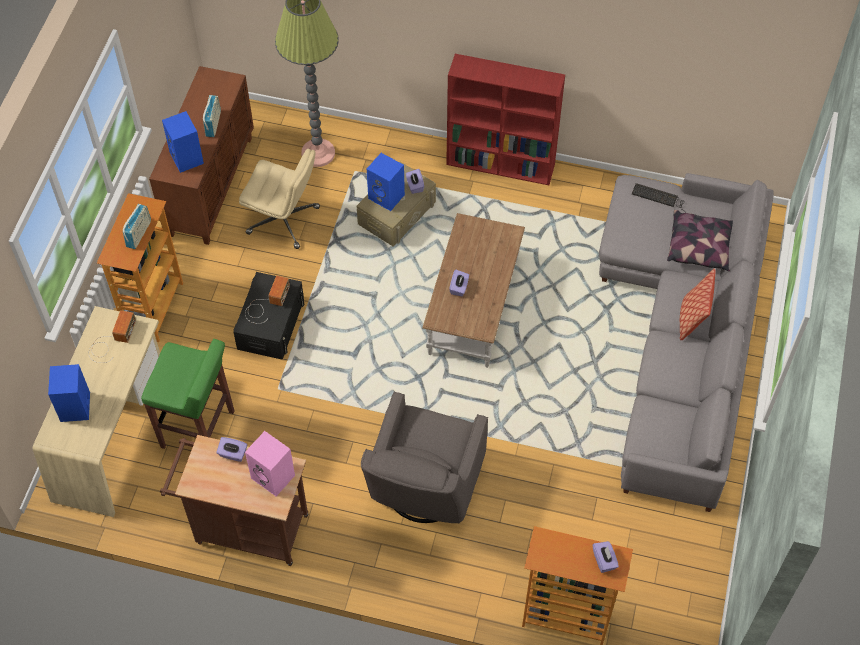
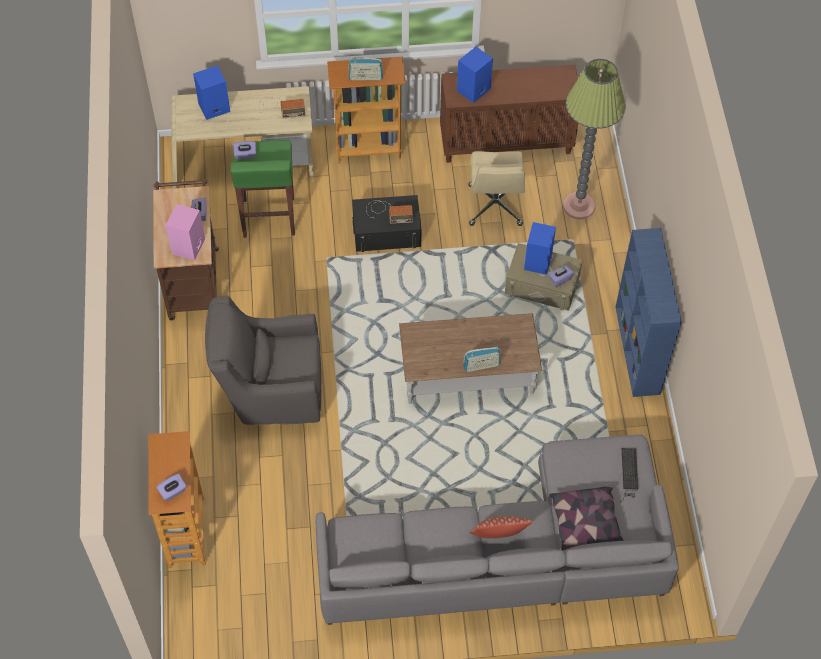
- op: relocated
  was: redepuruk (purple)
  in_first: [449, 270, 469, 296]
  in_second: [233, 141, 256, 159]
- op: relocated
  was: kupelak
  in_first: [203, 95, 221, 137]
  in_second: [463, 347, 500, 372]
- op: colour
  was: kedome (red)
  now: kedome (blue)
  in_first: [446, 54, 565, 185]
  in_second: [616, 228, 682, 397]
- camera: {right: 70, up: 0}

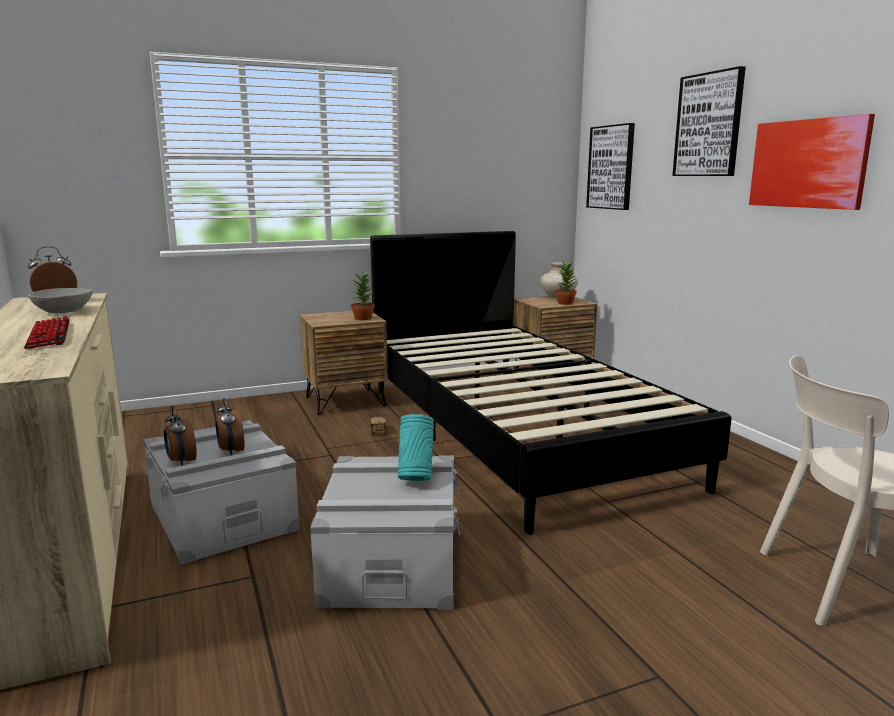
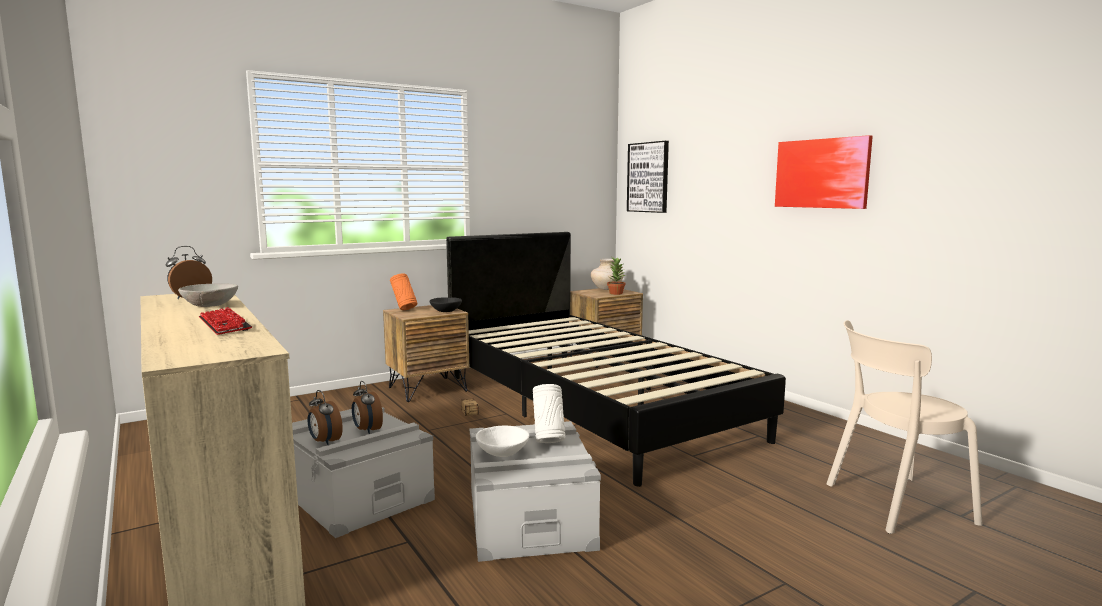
- op: appeared
  now: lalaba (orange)
  in_second: [390, 273, 418, 310]
- op: exchanged
  was: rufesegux
  now: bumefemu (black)
  in_first: [351, 270, 375, 320]
  in_second: [430, 297, 462, 312]
- op: appeared
  now: bumefemu (white)
  in_second: [476, 426, 529, 457]
- op: colour
  was: lalaba (turquoise)
  now: lalaba (white)
  in_first: [398, 414, 434, 481]
  in_second: [533, 384, 565, 443]
- op: missing
  was: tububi
  in_first: [672, 66, 746, 176]
- camera: {right: -10, up: -5}

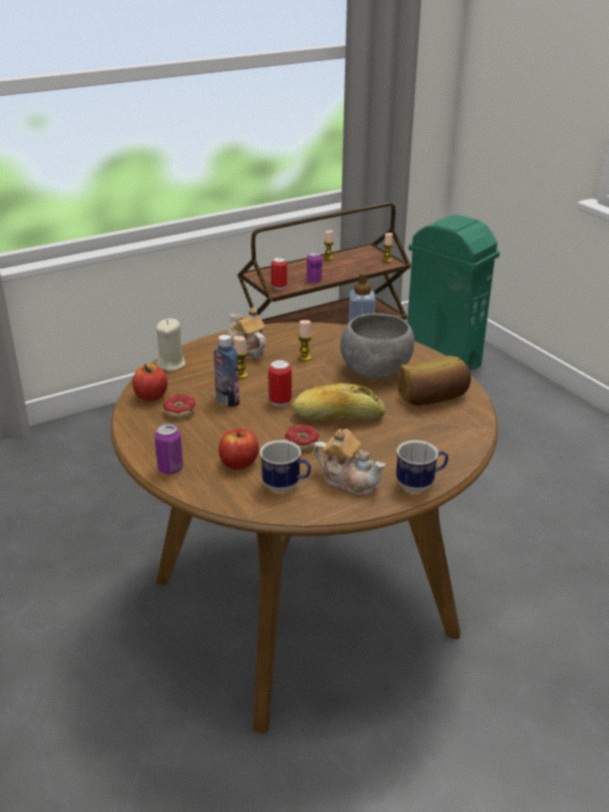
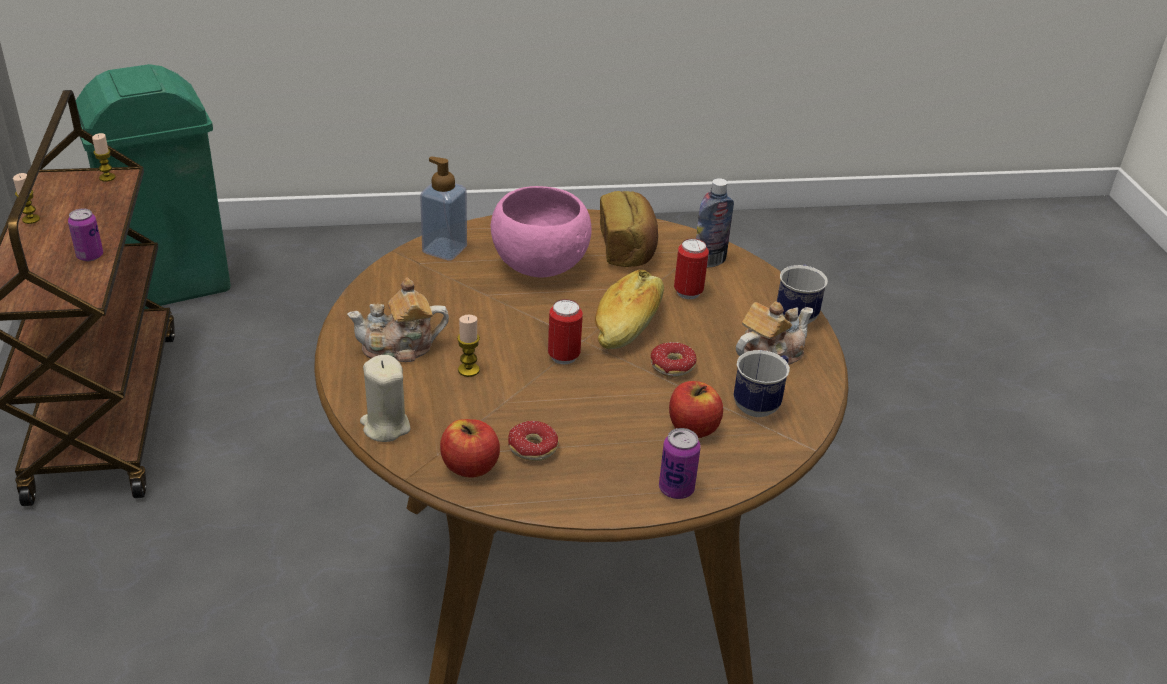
- op: colour
  was: bumefemu (grey)
  now: bumefemu (pink)
  in_first: [340, 313, 414, 379]
  in_second: [491, 186, 592, 278]
- op: relocated
  was: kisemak
  in_first: [271, 257, 287, 290]
  in_second: [674, 238, 709, 299]
- op: relocated
  was: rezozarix
  in_first: [214, 335, 239, 407]
  in_second: [696, 178, 734, 267]
- op: missing
  was: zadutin
  in_first: [298, 320, 312, 361]
- camera: {right: -70, up: 5}

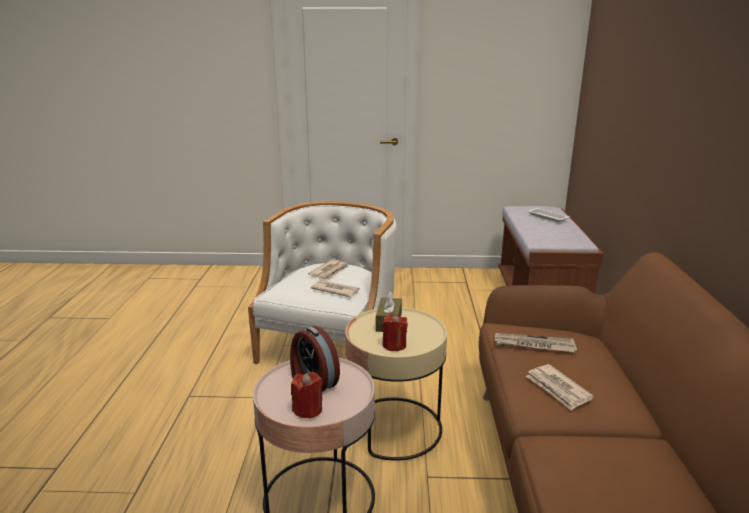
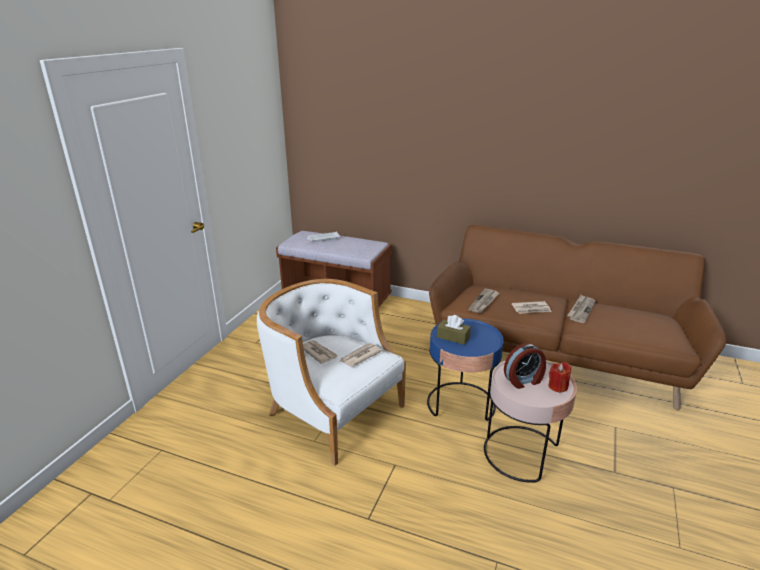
- op: colour
  was: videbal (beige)
  now: videbal (blue)
  in_first: [345, 307, 447, 461]
  in_second: [427, 318, 503, 421]
- op: appeared
  now: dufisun
  in_second: [567, 295, 595, 323]
- op: missing
  was: zadutin (red)
  in_first: [382, 313, 408, 351]
- camera: {right: -70, up: 5}

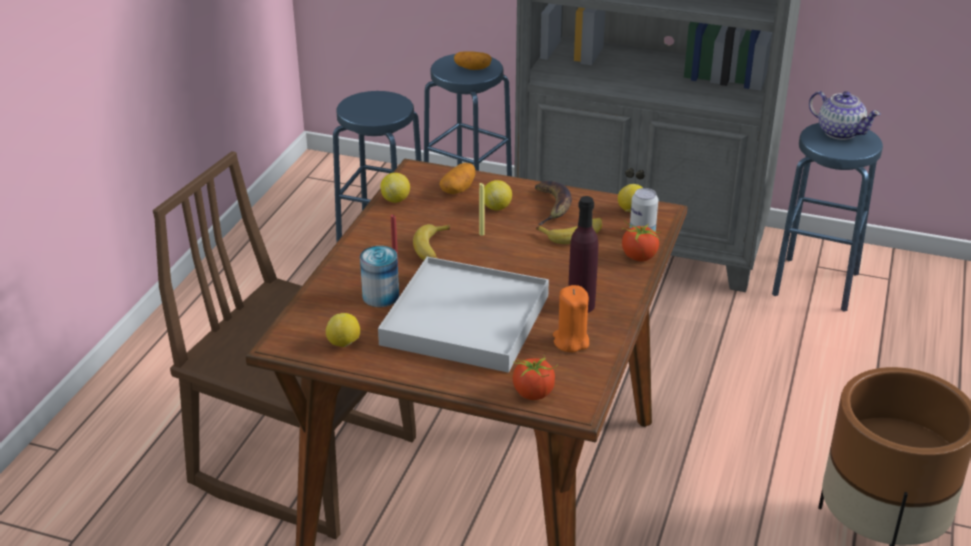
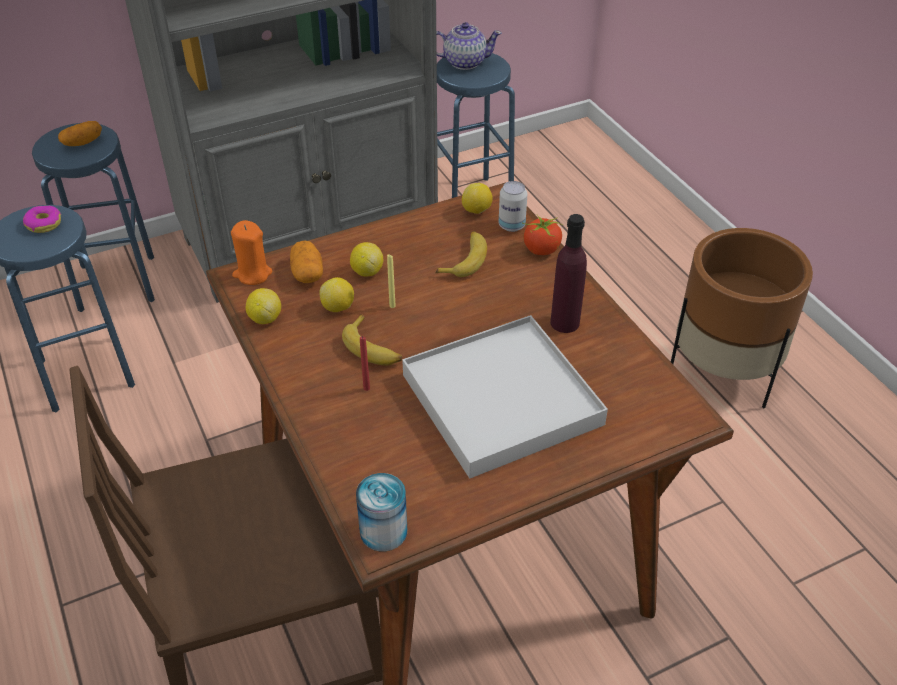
- op: appeared
  now: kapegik
  in_second: [23, 206, 61, 233]
- op: relocated
  was: zadutin (orange)
  in_first: [553, 285, 589, 352]
  in_second: [231, 220, 273, 285]
- op: relocated
  was: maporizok
  in_first: [326, 313, 360, 347]
  in_second: [319, 277, 354, 312]
- op: relocated
  was: kisemak
  in_first: [360, 246, 399, 307]
  in_second: [356, 473, 407, 551]
- op: missing
  was: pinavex
  in_first: [513, 355, 558, 400]
- op: missing
  was: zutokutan
  in_first: [535, 181, 572, 225]
- camera: {right: -45, up: 10}

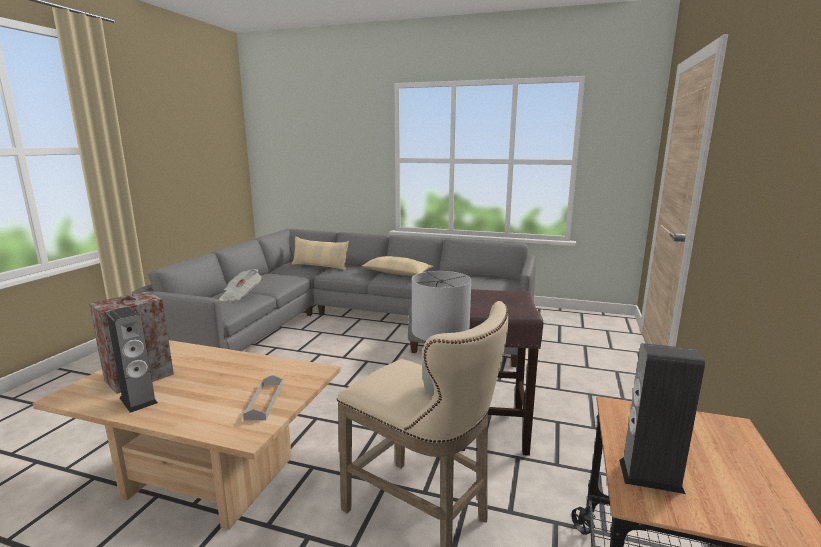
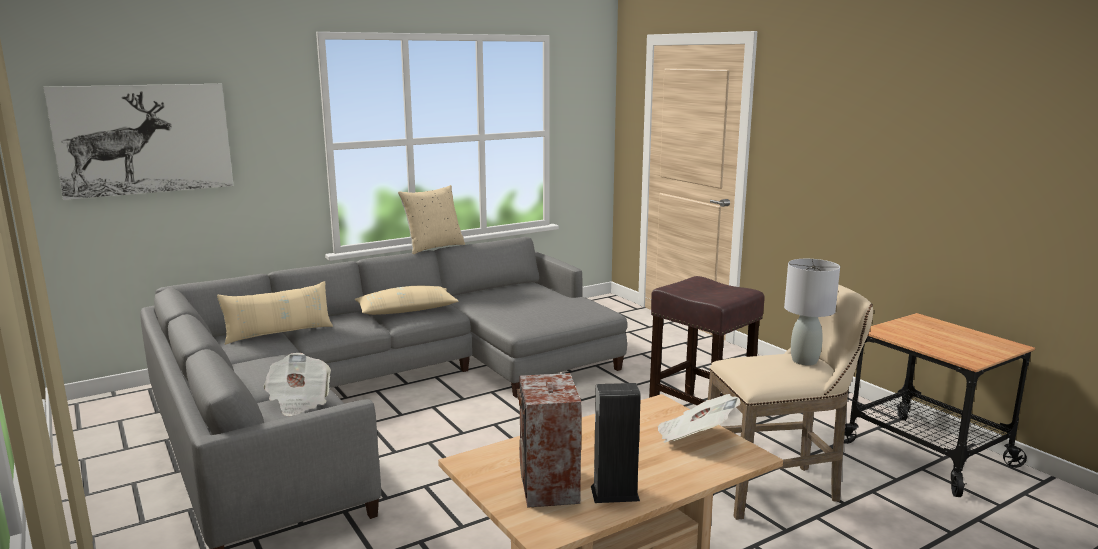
- op: appeared
  now: tububi
  in_second: [44, 84, 233, 200]
- op: appeared
  now: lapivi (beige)
  in_second: [398, 185, 465, 254]
- op: exchanged
  was: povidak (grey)
  now: dufisun
  in_first: [243, 375, 283, 420]
  in_second: [657, 394, 740, 443]
- op: missing
  was: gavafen
  in_first: [619, 343, 705, 494]
- camera: {right: -50, up: 0}

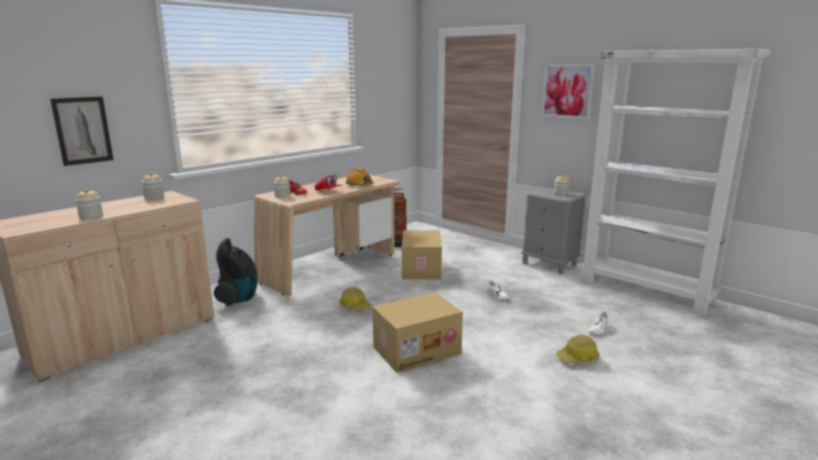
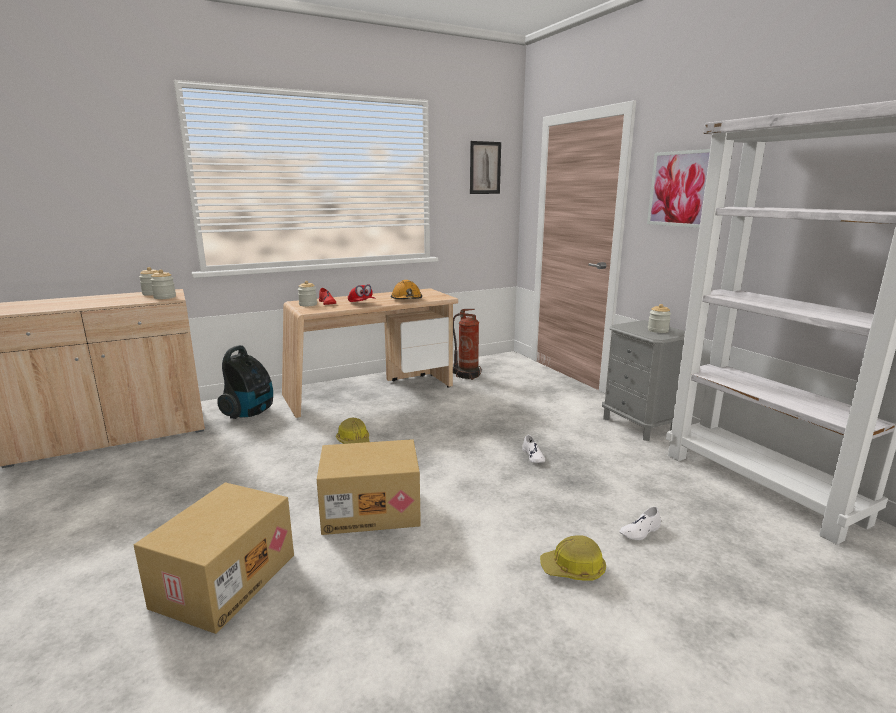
- op: relocated
  was: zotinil
  in_first: [402, 230, 442, 279]
  in_second: [134, 482, 294, 634]
- op: relocated
  was: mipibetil
  in_first: [75, 189, 103, 220]
  in_second: [150, 270, 176, 299]
- op: relocated
  was: tububi
  in_first: [50, 96, 113, 166]
  in_second: [470, 141, 501, 194]
- camera: {right: 20, up: 0}

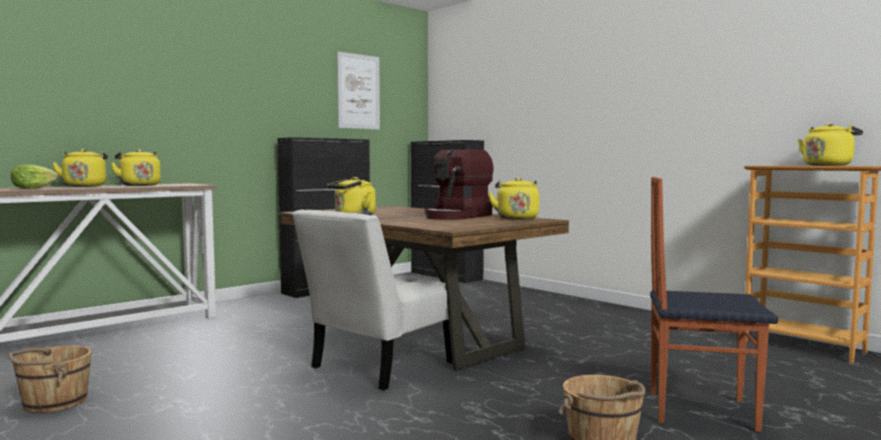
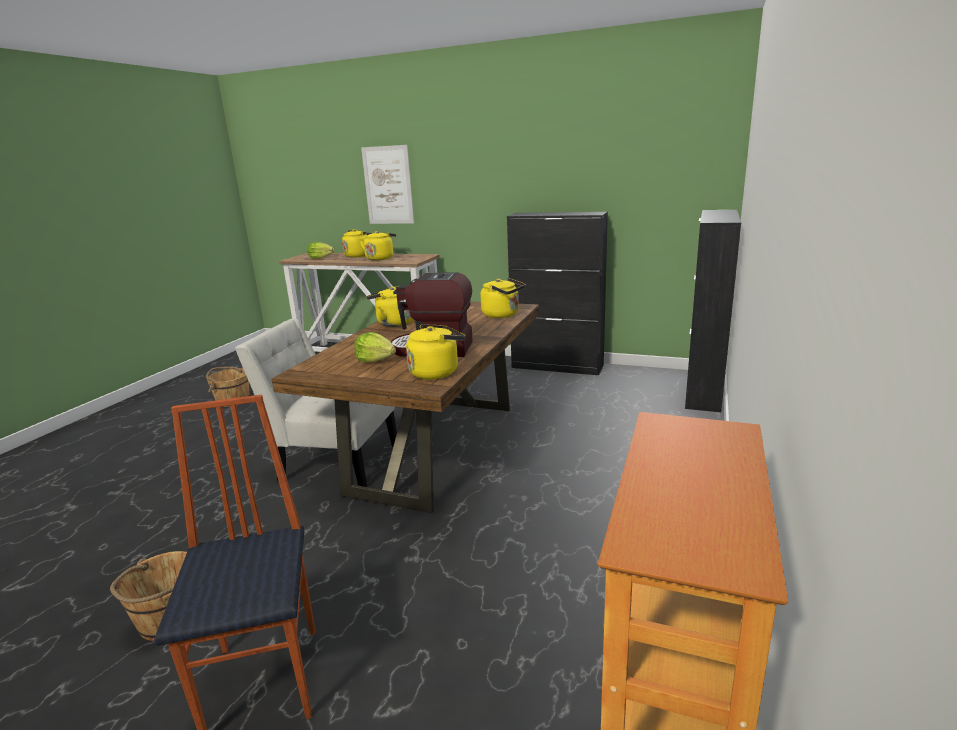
- op: appeared
  now: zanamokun
  in_second: [354, 332, 396, 362]
- op: relocated
  was: tububi
  in_first: [337, 52, 380, 130]
  in_second: [361, 145, 414, 224]
- op: relocated
  was: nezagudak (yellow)
  in_first: [798, 123, 863, 166]
  in_second: [480, 278, 525, 318]
- camera: {right: 65, up: 15}

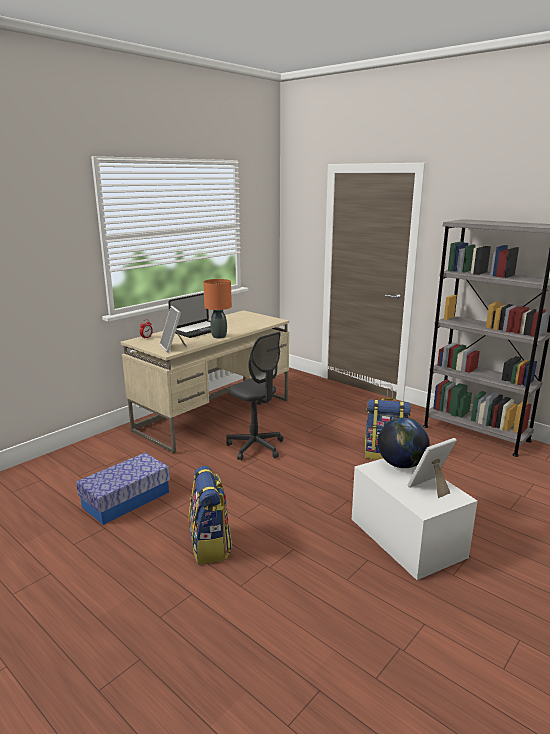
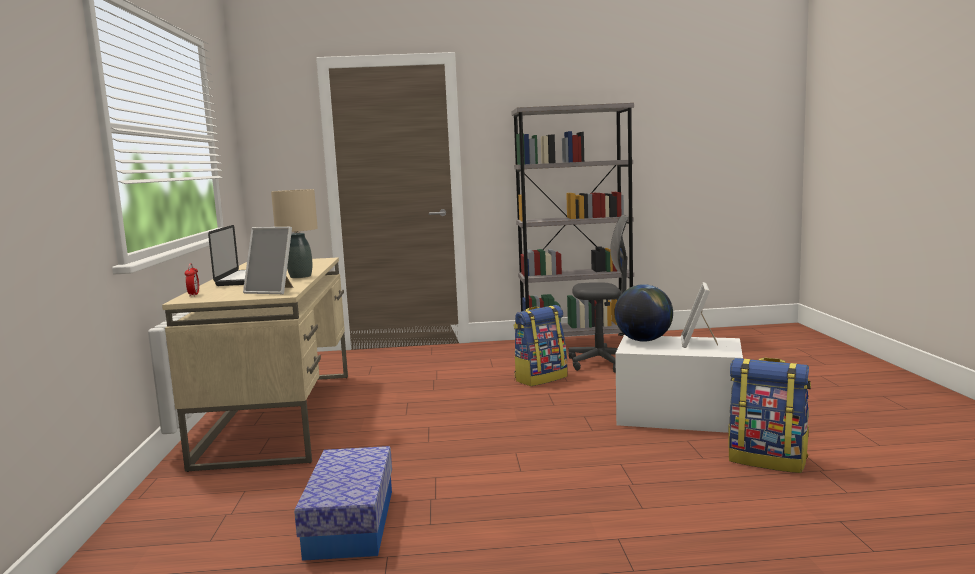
- op: colour
  was: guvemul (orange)
  now: guvemul (beige)
  in_first: [203, 279, 232, 339]
  in_second: [271, 189, 318, 278]
- op: relocated
  was: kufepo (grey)
  in_first: [226, 332, 283, 461]
  in_second: [568, 215, 628, 373]
- op: relocated
  was: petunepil
  in_first: [189, 466, 232, 565]
  in_second: [728, 358, 811, 473]
- camera: {right: -45, up: -10}

